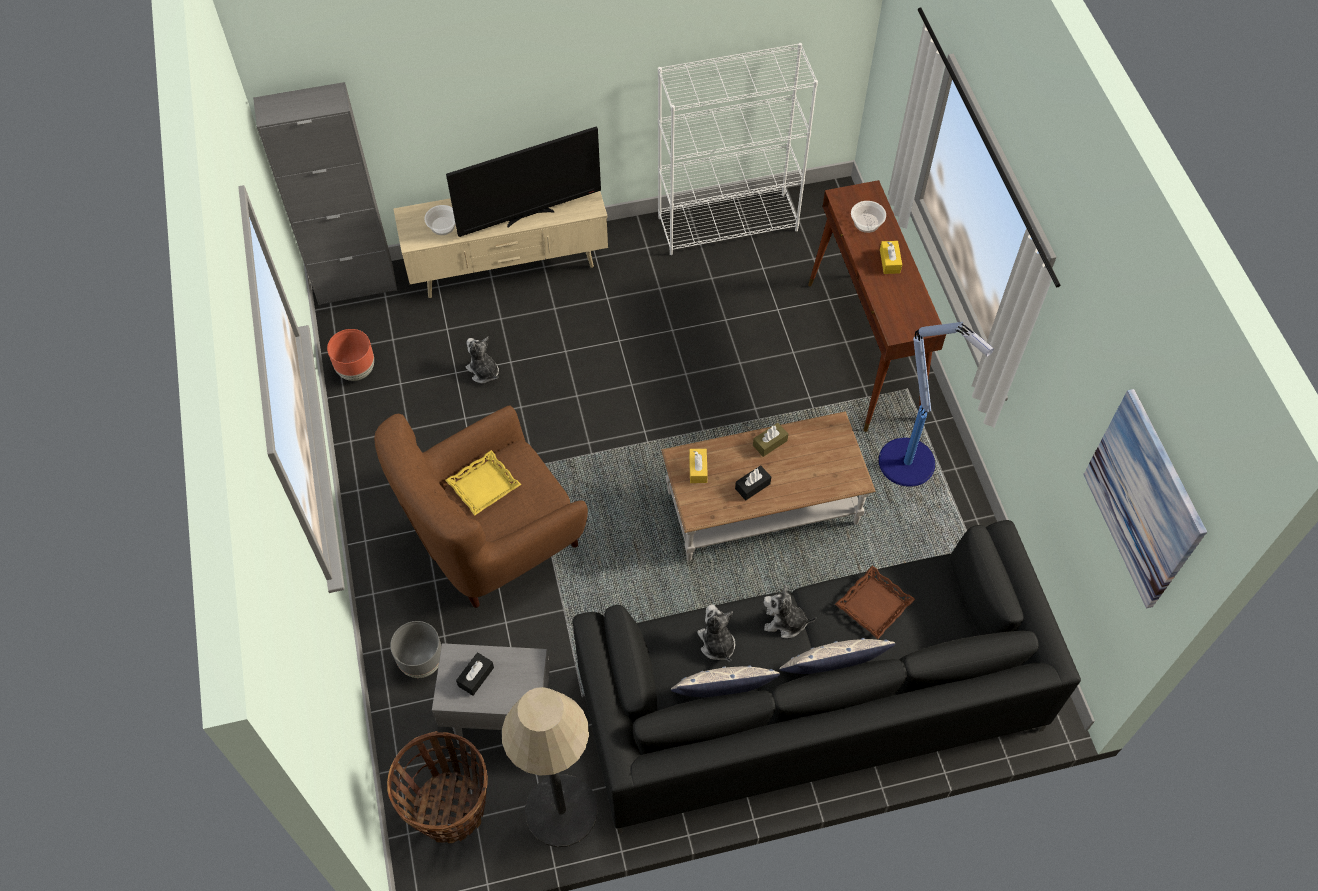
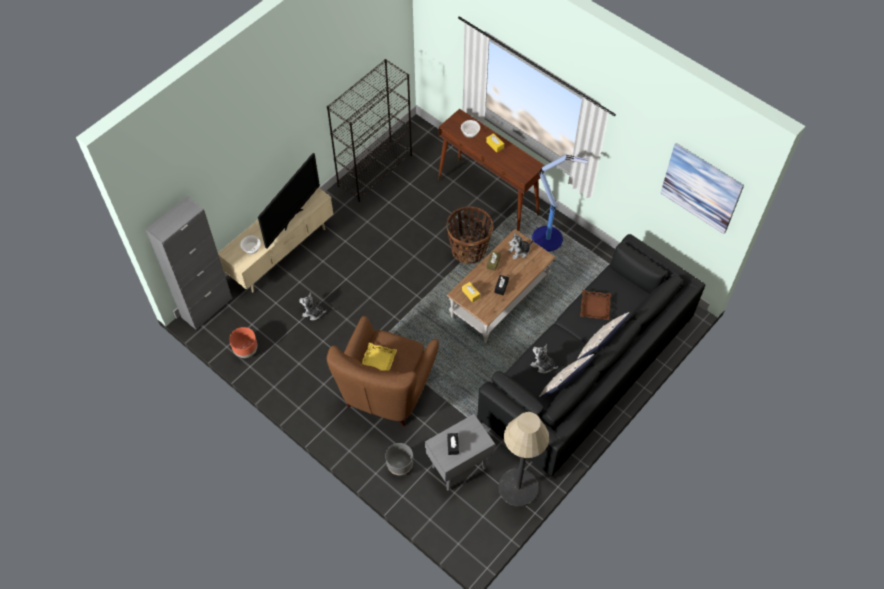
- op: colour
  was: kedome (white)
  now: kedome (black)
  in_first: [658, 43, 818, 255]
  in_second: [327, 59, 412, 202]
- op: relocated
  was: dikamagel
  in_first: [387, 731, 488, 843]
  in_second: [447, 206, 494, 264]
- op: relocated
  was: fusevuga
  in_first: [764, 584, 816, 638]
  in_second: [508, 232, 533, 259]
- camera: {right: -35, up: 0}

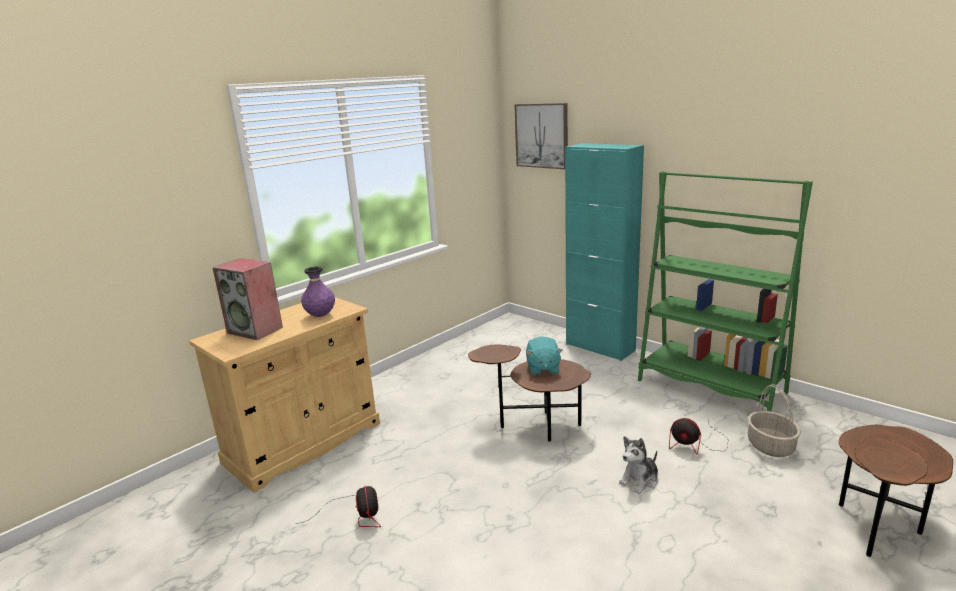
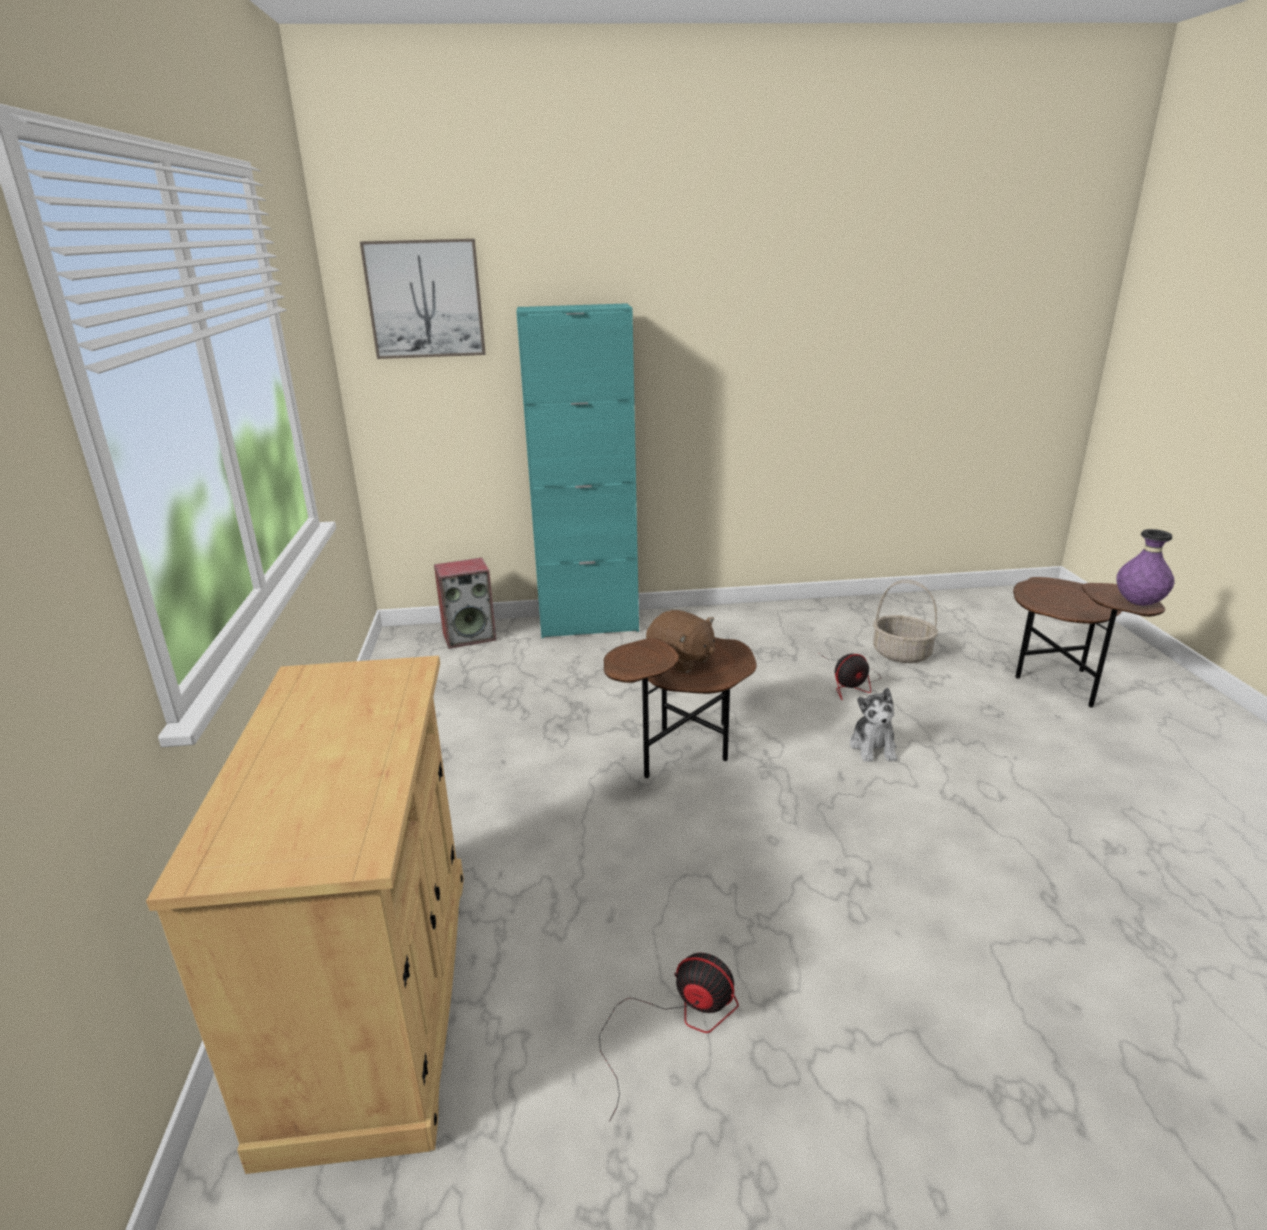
- op: relocated
  was: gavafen
  in_first: [213, 258, 283, 340]
  in_second: [434, 558, 496, 649]
- op: colour
  was: fusevuga (turquoise)
  now: fusevuga (brown)
  in_first: [526, 336, 563, 376]
  in_second: [646, 610, 715, 673]
- op: relocated
  was: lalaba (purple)
  in_first: [301, 267, 335, 317]
  in_second: [1116, 529, 1174, 606]
- op: missing
  was: kedome (green)
  in_first: [638, 171, 813, 412]
- camera: {right: -50, up: 5}

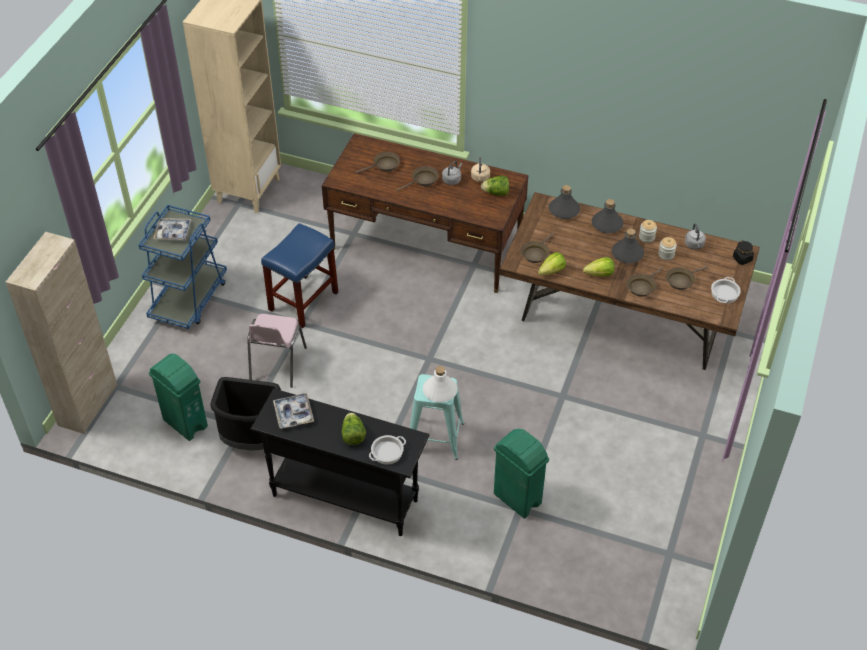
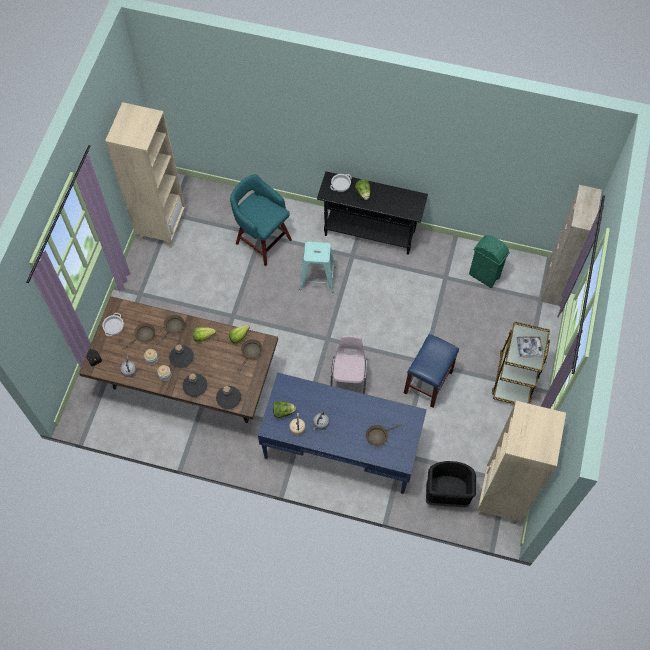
- op: appeared
  now: kedome (beige)
  in_second: [105, 102, 185, 248]
- op: exchanged
  was: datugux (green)
  now: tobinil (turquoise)
  in_first: [494, 429, 549, 519]
  in_second: [230, 174, 292, 266]
- op: colour
  was: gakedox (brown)
  now: gakedox (blue)
  in_first: [322, 133, 528, 293]
  in_second: [258, 373, 427, 494]
- op: relocated
  was: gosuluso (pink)
  in_first: [247, 314, 307, 388]
  in_second: [330, 336, 367, 394]
- op: relocated
  was: datugux (black)
  in_first: [210, 377, 281, 451]
  in_second: [426, 461, 476, 507]
- op: colour
  was: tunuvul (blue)
  now: tunuvul (brown)
  in_first: [139, 205, 227, 329]
  in_second: [492, 321, 550, 404]
- op: missing
  was: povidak
  in_first: [273, 393, 314, 429]
- op: missing
  was: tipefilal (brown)
  in_first: [396, 166, 439, 191]
- op: missing
  was: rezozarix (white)
  in_first: [423, 366, 458, 403]
- camera: {right: 175, up: 15}

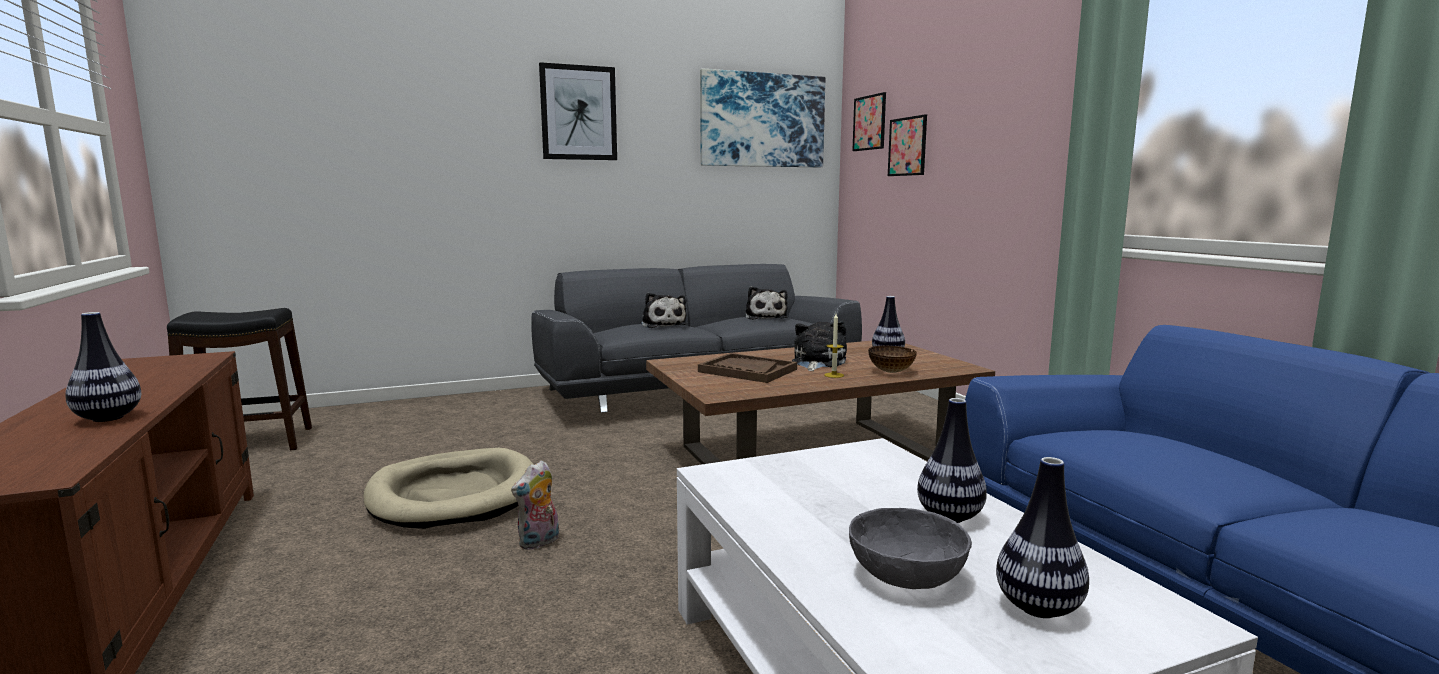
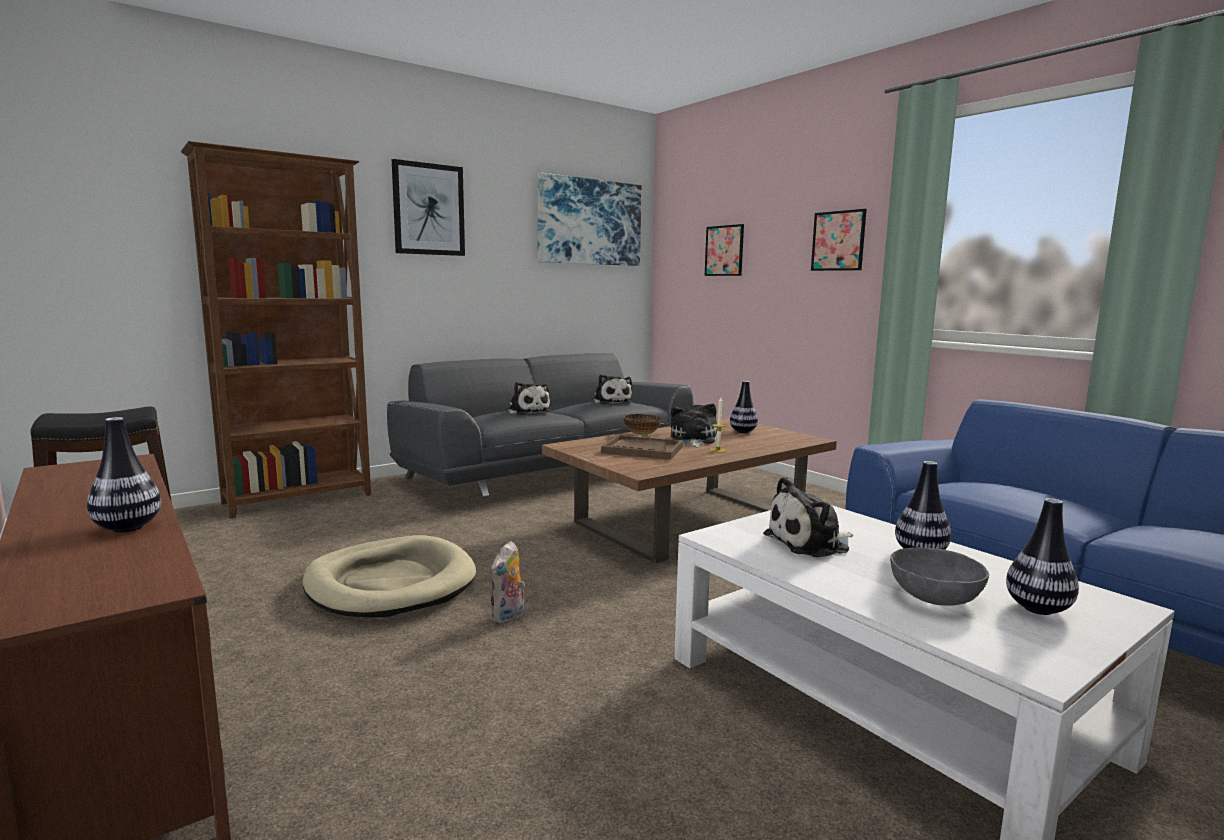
- op: appeared
  now: kedome (brown)
  in_second: [181, 141, 371, 519]
- op: relocated
  was: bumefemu
  in_first: [868, 345, 917, 373]
  in_second: [624, 414, 661, 435]
- op: appeared
  now: fusevuga
  in_second: [763, 477, 853, 557]
- op: relocated
  was: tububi
  in_first: [852, 92, 886, 151]
  in_second: [811, 209, 867, 271]
- camera: {right: -15, up: 0}

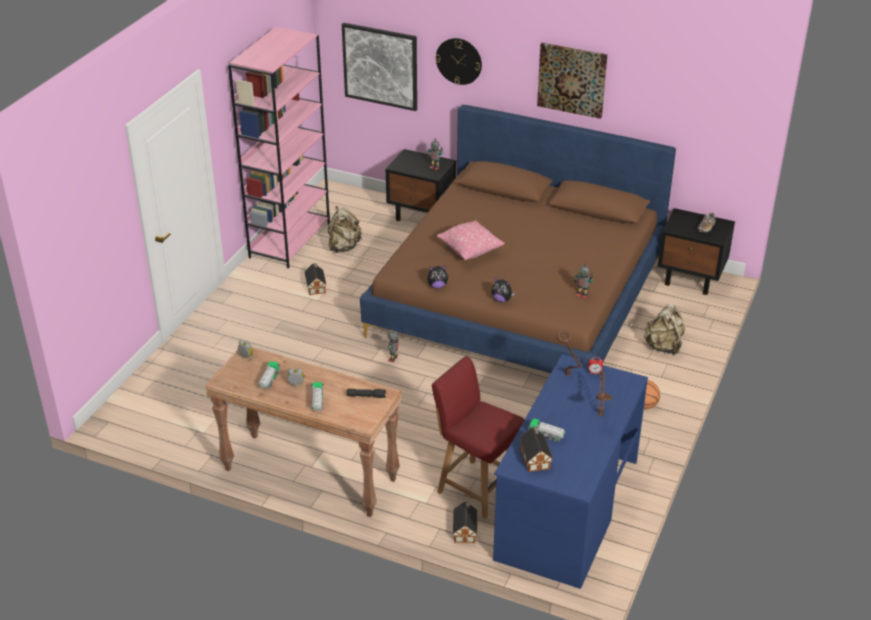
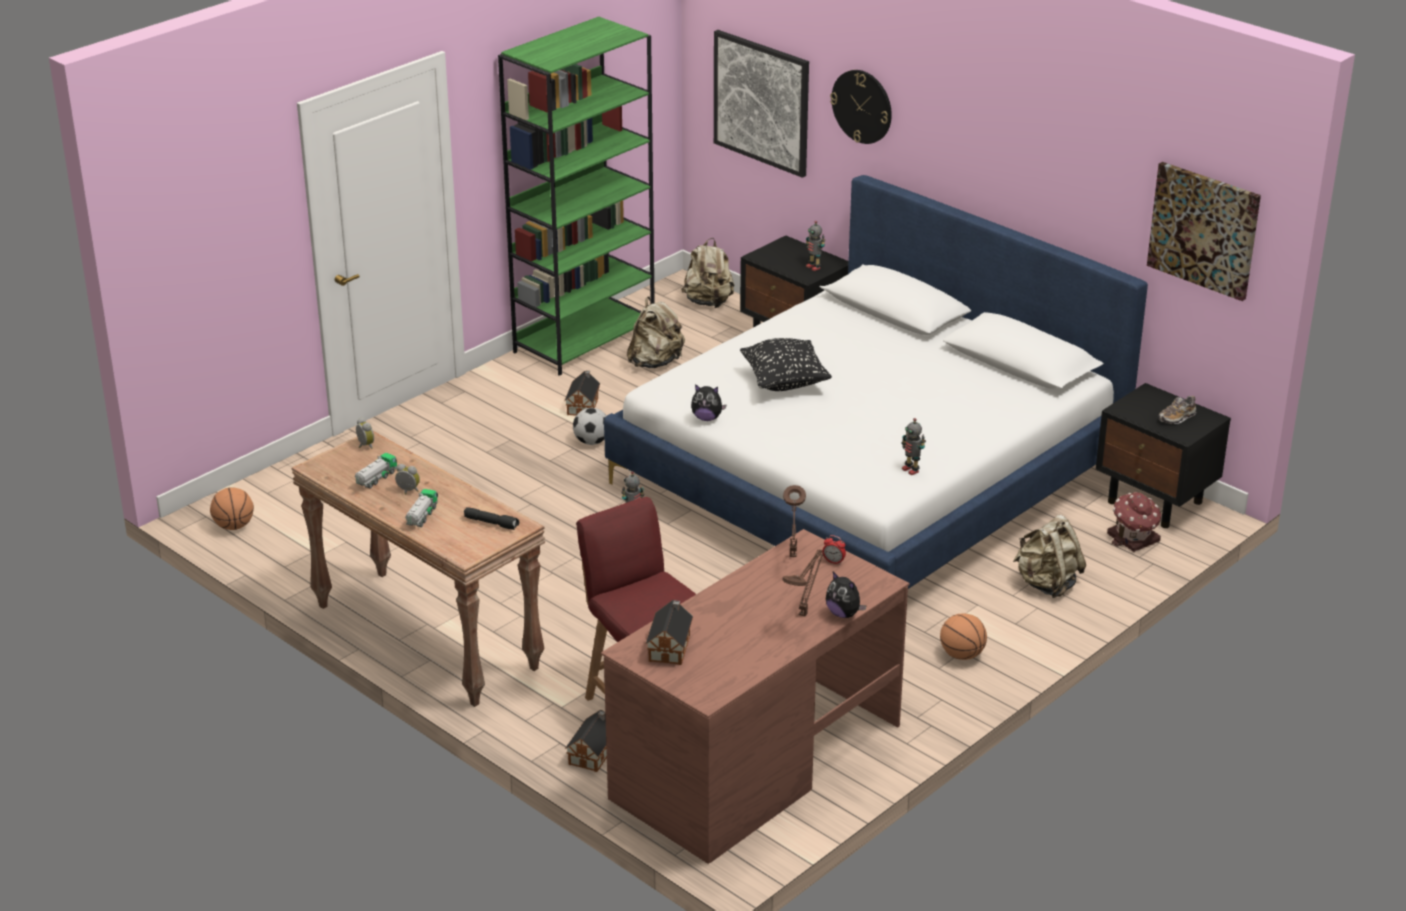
- op: appeared
  now: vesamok
  in_second: [210, 487, 254, 530]
- op: colour
  was: kedome (pink)
  now: kedome (green)
  in_first: [228, 27, 330, 268]
  in_second: [498, 17, 655, 376]
- op: appeared
  now: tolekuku
  in_second: [573, 408, 607, 445]
- op: colour
  was: gakedox (blue)
  now: gakedox (brown)
  in_first: [493, 354, 648, 589]
  in_second: [601, 529, 910, 864]
- op: colour
  was: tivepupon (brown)
  now: tivepupon (white)
  in_first: [360, 105, 676, 373]
  in_second: [604, 175, 1148, 589]
- op: appeared
  now: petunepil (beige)
  in_second: [681, 238, 735, 308]
- op: colour
  was: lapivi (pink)
  now: lapivi (black)
  in_first: [437, 221, 505, 260]
  in_second: [740, 338, 832, 391]
- op: relocated
  was: fusevuga
  in_first: [491, 278, 515, 302]
  in_second: [826, 572, 867, 618]
- op: appeared
  now: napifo
  in_second: [1107, 492, 1162, 552]
- op: relocated
  was: tububi
  in_first: [537, 43, 607, 119]
  in_second: [1147, 162, 1261, 301]
- op: missing
  was: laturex
  in_first: [528, 419, 565, 442]
- camera: {right: 20, up: -5}

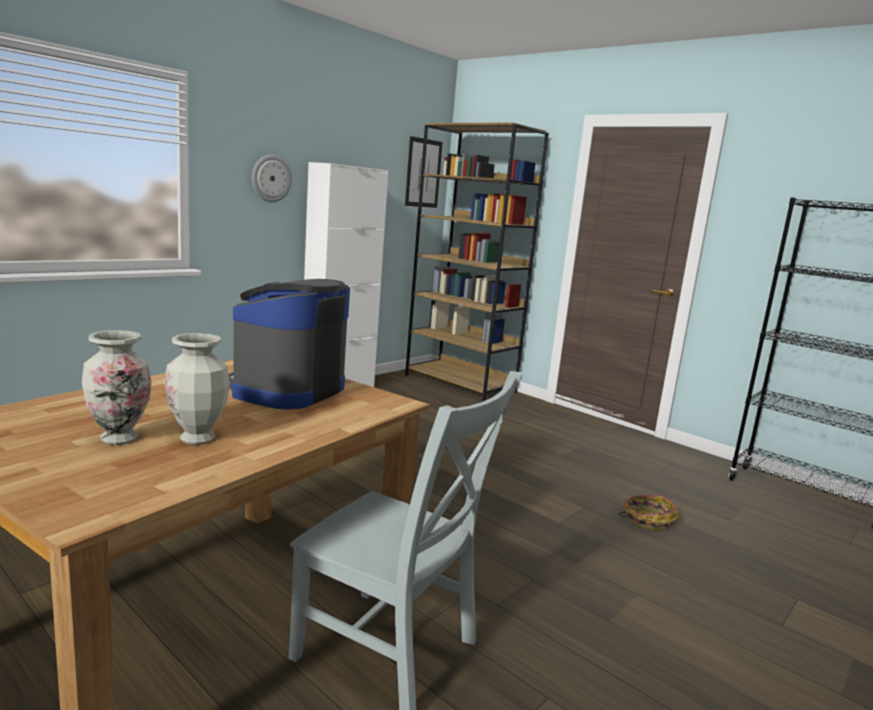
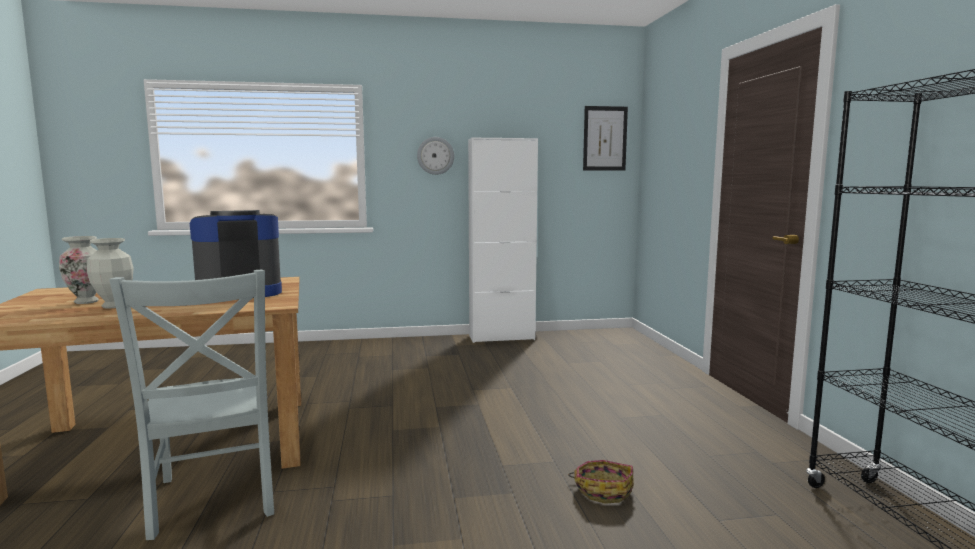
- op: missing
  was: kedome (brown)
  in_first: [405, 122, 549, 402]
- camera: {right: 40, up: -5}

